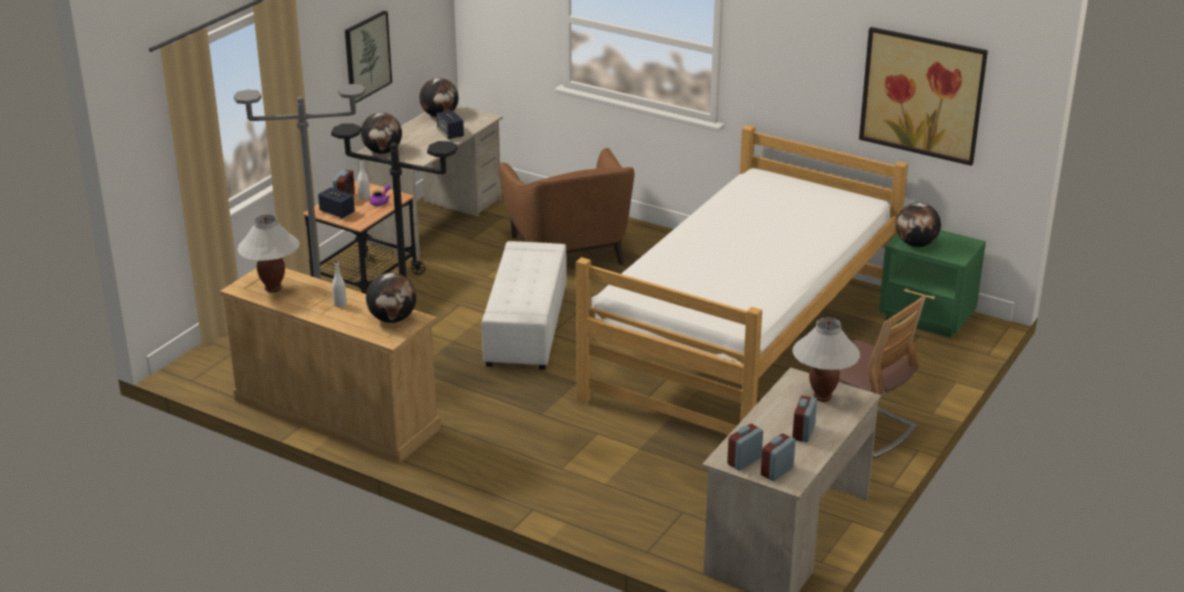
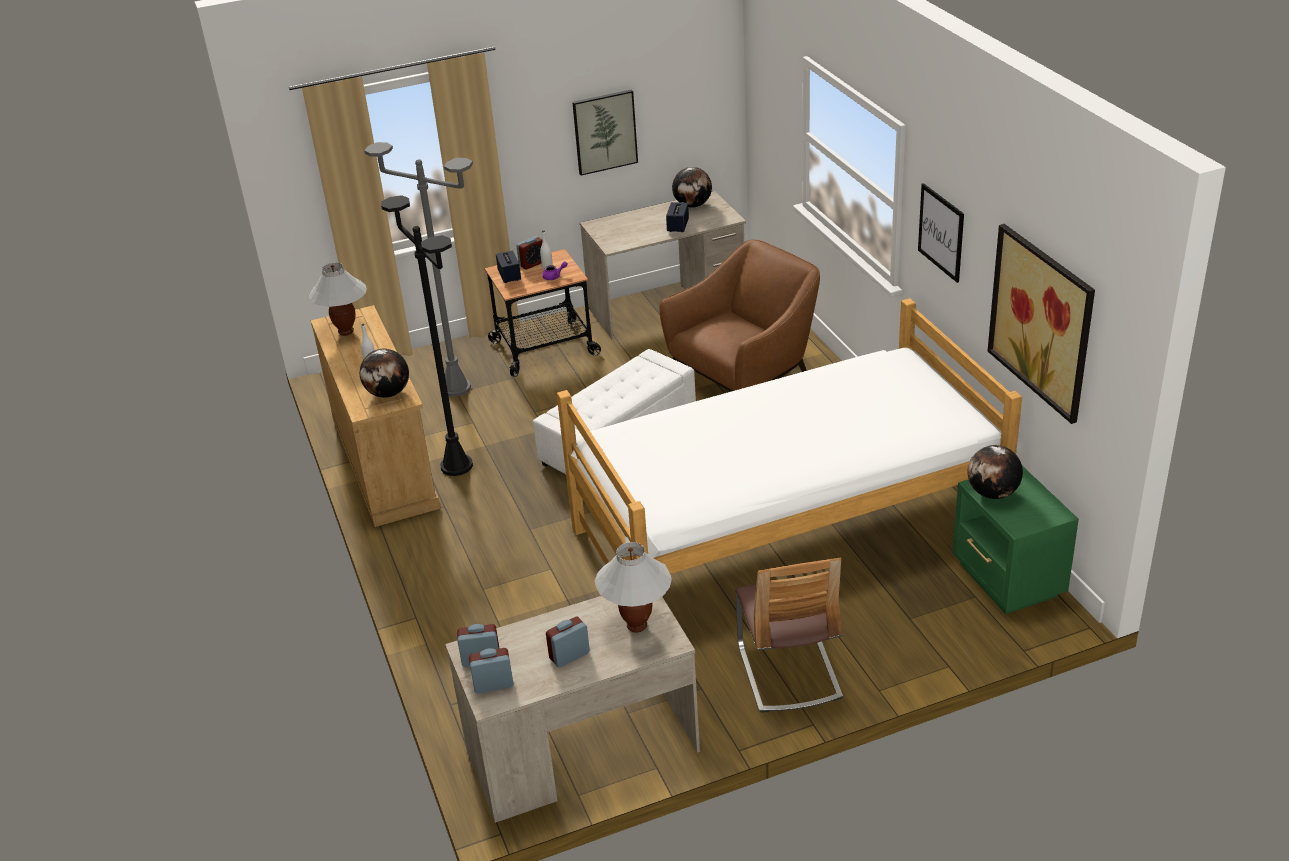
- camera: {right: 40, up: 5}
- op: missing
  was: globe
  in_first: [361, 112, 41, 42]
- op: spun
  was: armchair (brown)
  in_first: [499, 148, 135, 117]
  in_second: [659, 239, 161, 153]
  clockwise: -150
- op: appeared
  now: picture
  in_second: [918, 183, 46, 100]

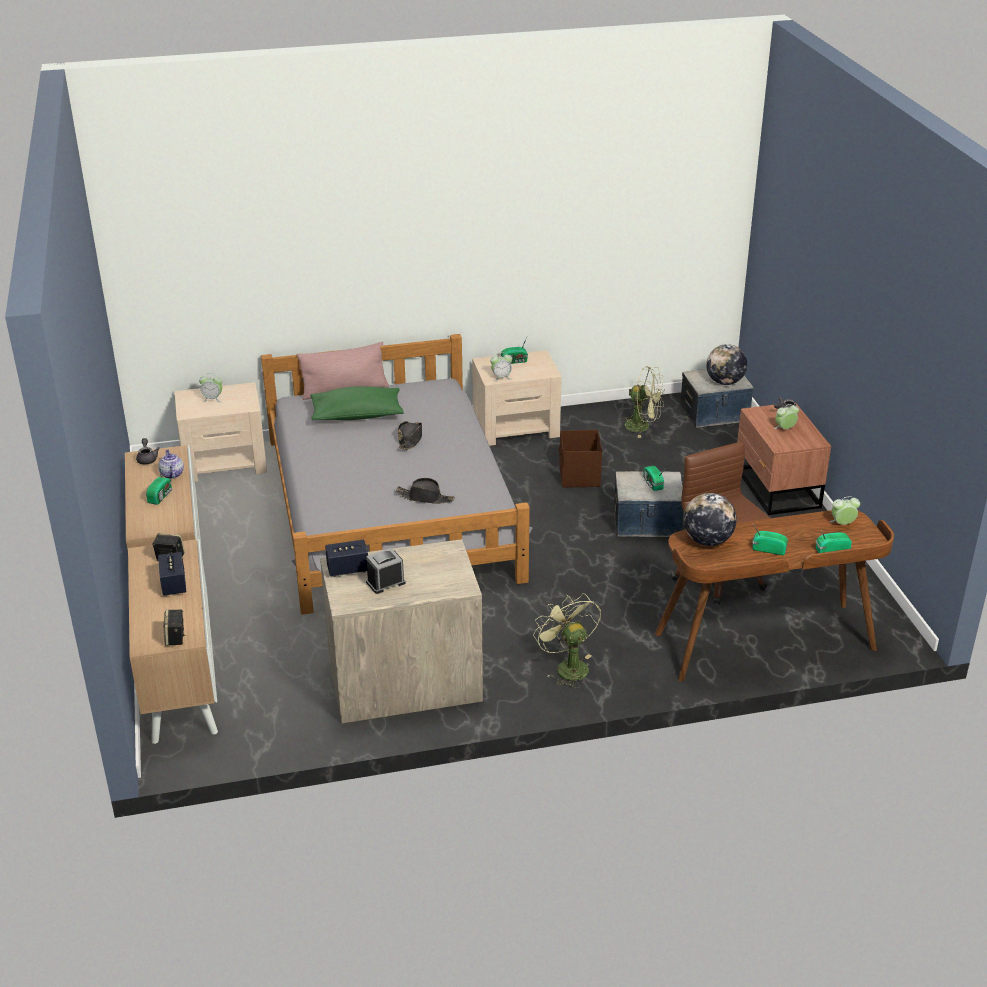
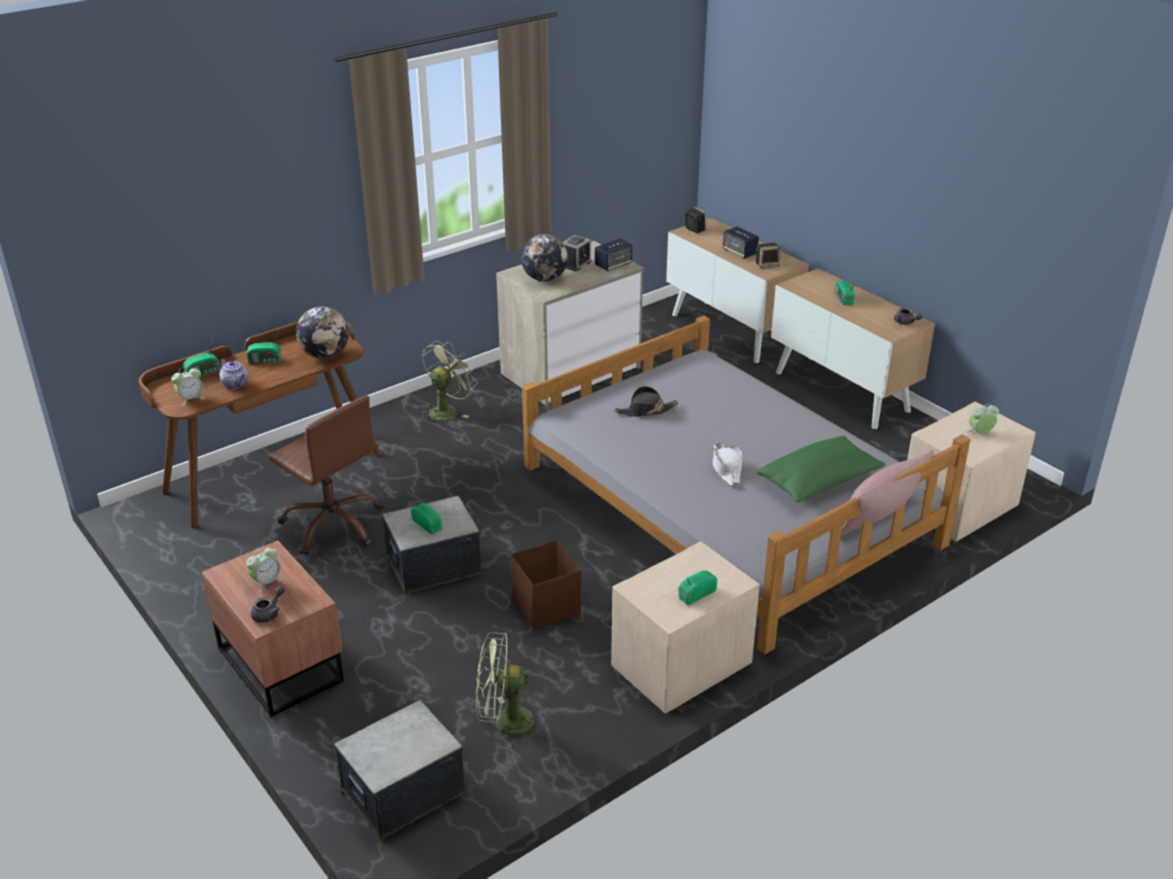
- camera: {right: 155, up: 0}
- op: relocated
  was: globe
  in_first: [706, 344, 41, 41]
  in_second: [521, 234, 47, 48]
- op: missing
  was: alarm clock
  in_first: [490, 352, 22, 29]
- op: colour
  was: hat (black)
  now: hat (white)
  in_first: [398, 421, 24, 29]
  in_second: [713, 443, 29, 43]
- op: relocated
  was: teapot
  in_first: [158, 450, 26, 29]
  in_second: [220, 359, 28, 30]
- op: spun
  was: fan (green)
  in_first: [533, 593, 68, 95]
  in_second: [420, 341, 58, 80]
  clockwise: -90

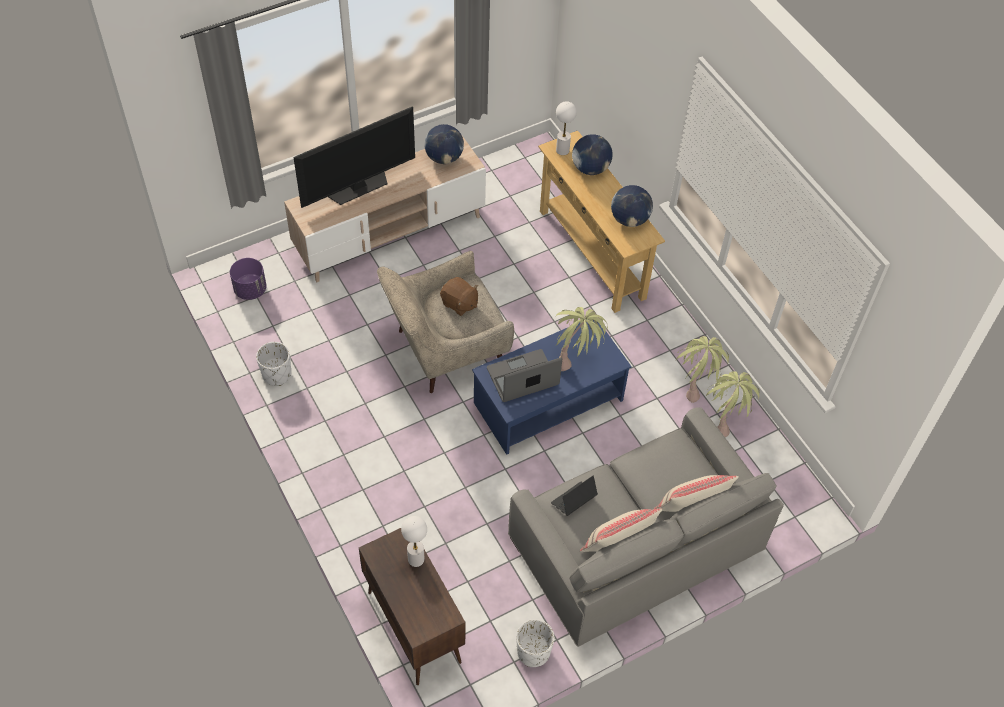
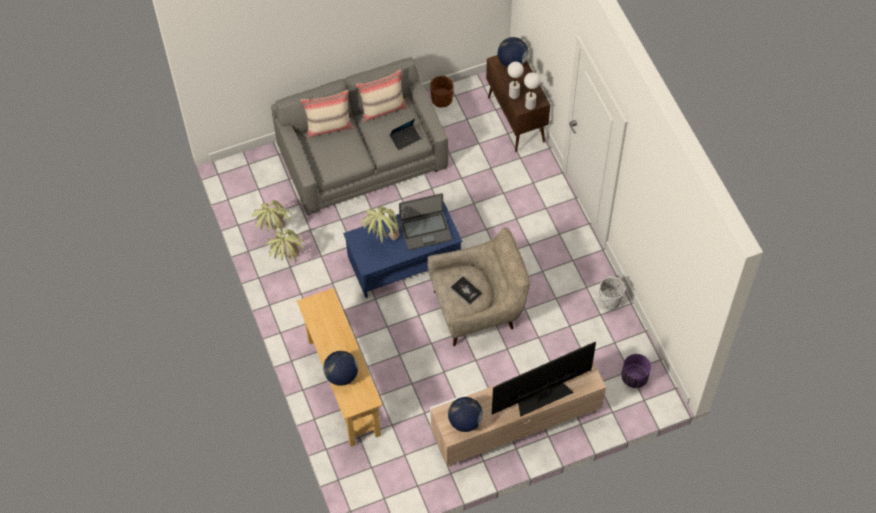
- camera: {right: -170, up: 5}
- op: relocated
  was: table lamp (white)
  in_first: [556, 101, 21, 54]
  in_second: [524, 72, 16, 38]
- op: relocated
  was: globe
  in_first: [611, 185, 42, 42]
  in_second: [498, 37, 30, 30]
- op: exchanged
  was: plush toy (brown)
  now: book
  in_first: [440, 277, 38, 39]
  in_second: [450, 276, 32, 29]
- op: colour
  was: planter (white)
  now: planter (brown)
  in_first: [516, 619, 39, 48]
  in_second: [430, 76, 24, 32]

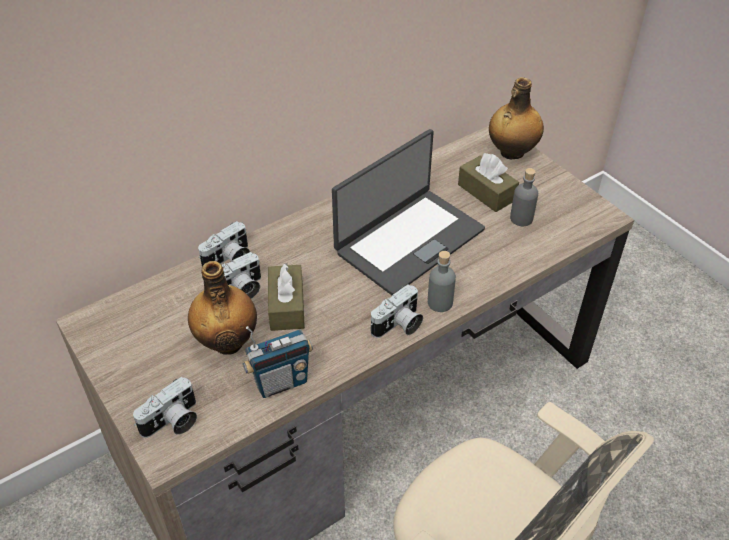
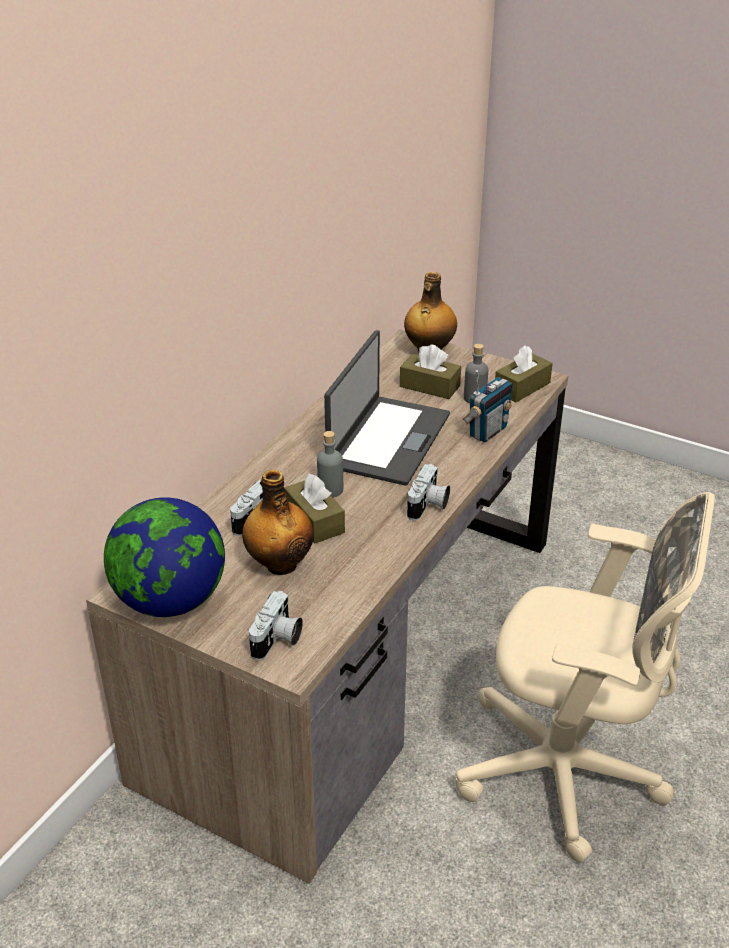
- camera: {right: -25, up: -10}
- op: missing
  was: photo camera
  in_first: [198, 221, 52, 45]
- op: relocated
  was: bottle (grey)
  in_first: [428, 251, 28, 61]
  in_second: [317, 431, 26, 66]
- op: relocated
  was: radio
  in_first: [243, 326, 70, 72]
  in_second: [463, 370, 50, 72]
- op: appeared
  now: tissue box (brown)
  in_second: [495, 345, 58, 57]
- op: appeared
  now: globe
  in_second: [104, 497, 121, 120]

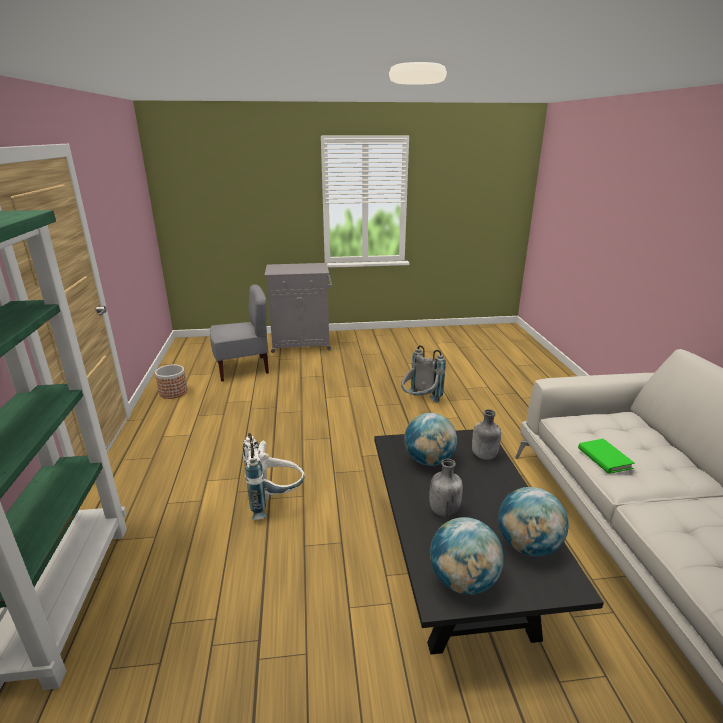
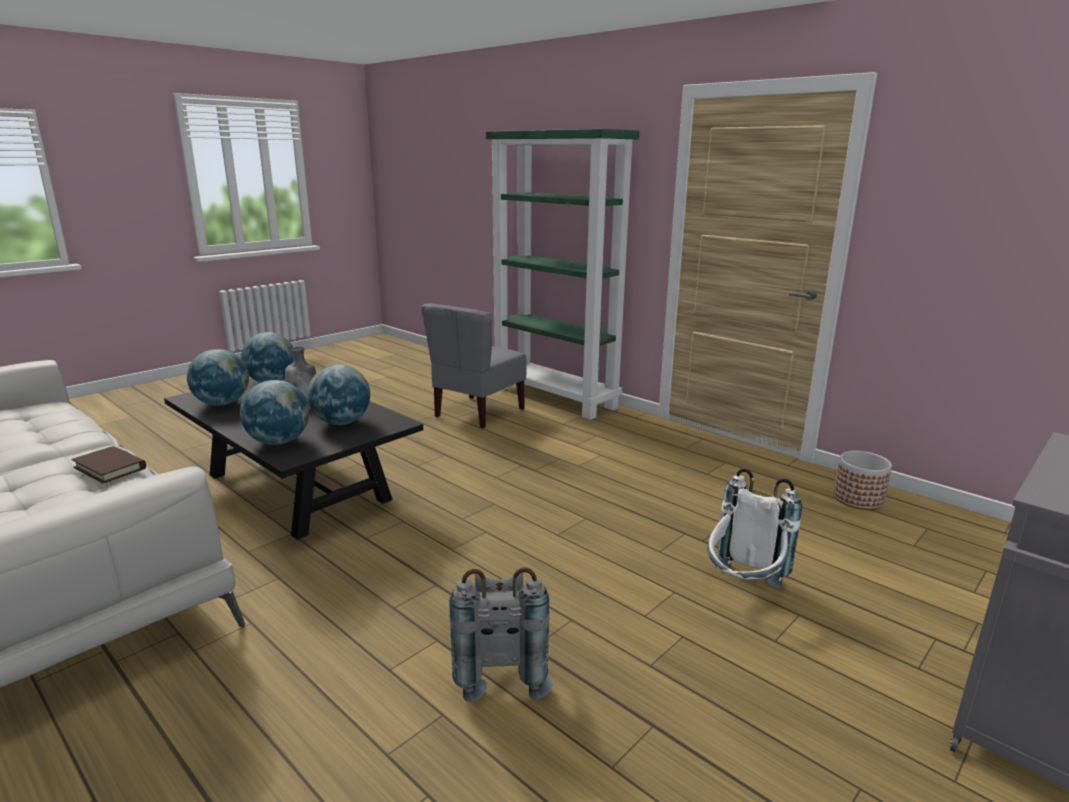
- camera: {right: 140, up: -5}
- op: relocated
  was: chair (grey)
  in_first: [210, 285, 59, 97]
  in_second: [421, 304, 106, 125]
- op: exchanged
  was: bottle (grey)
  now: globe
  in_first: [472, 409, 29, 51]
  in_second: [240, 380, 70, 65]
- op: relocated
  was: backpack (white)
  in_first: [243, 433, 62, 87]
  in_second: [708, 468, 94, 120]
- op: colour
  was: book (green)
  now: book (brown)
  in_first: [578, 439, 57, 35]
  in_second: [71, 446, 75, 38]

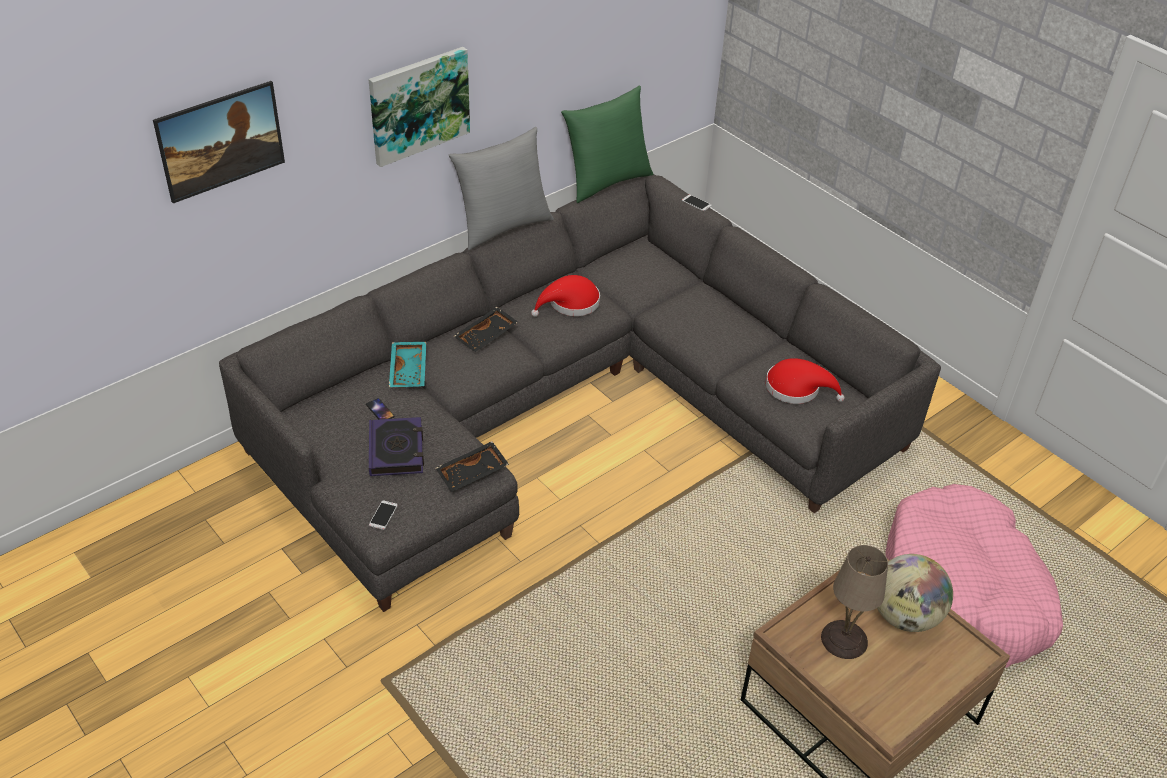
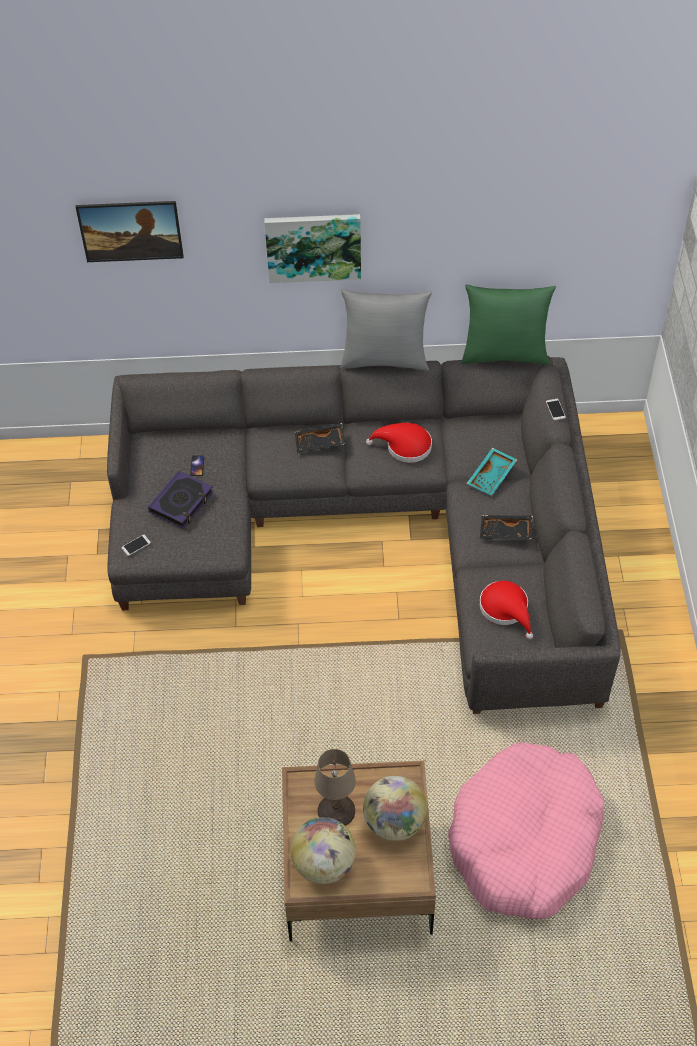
- camera: {right: 40, up: 10}
- op: relocated
  was: tray (turquoise)
  in_first: [389, 342, 37, 46]
  in_second: [467, 448, 50, 48]
- op: relocated
  was: tray (black)
  in_first: [435, 441, 74, 51]
  in_second: [480, 515, 53, 24]
- op: appeared
  now: globe
  in_second: [291, 817, 65, 67]

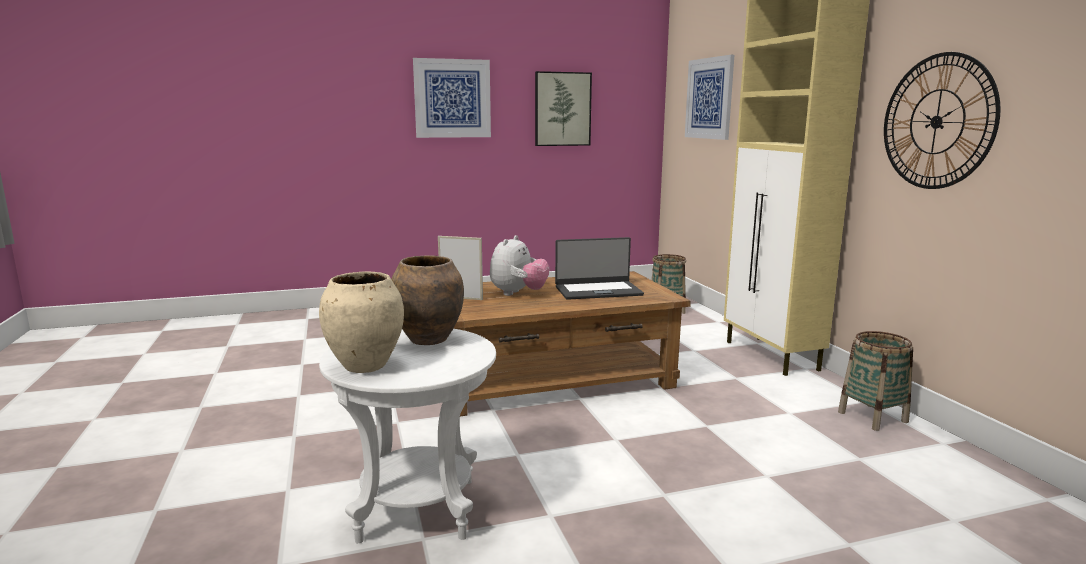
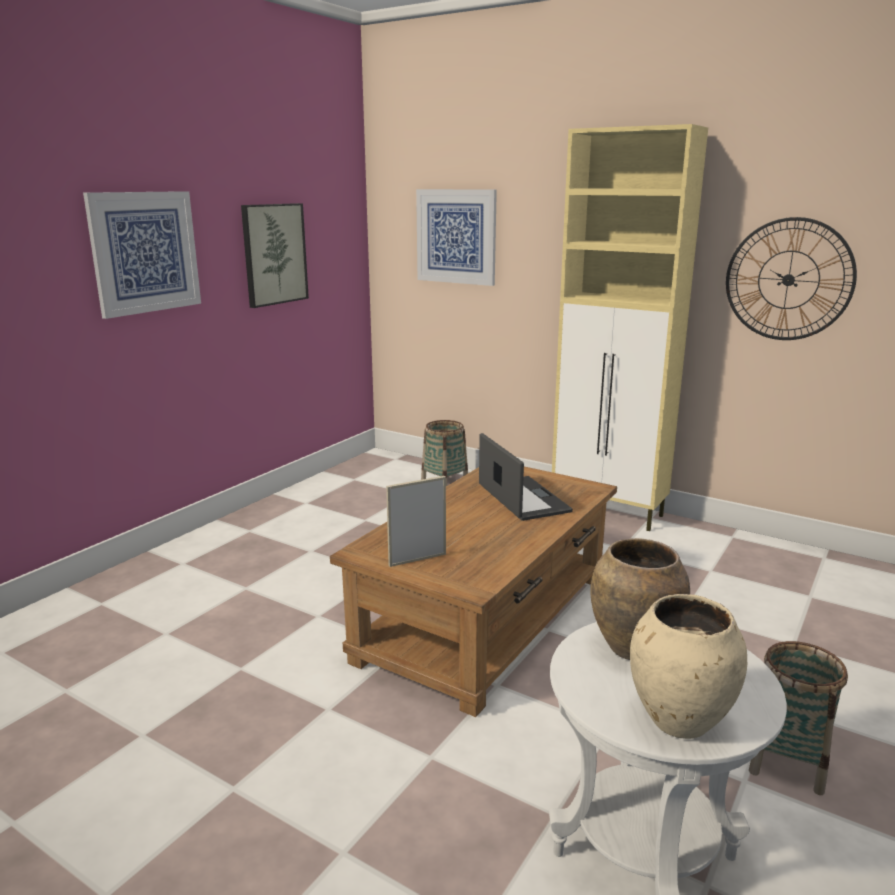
- camera: {right: -40, up: 5}
- op: missing
  was: plush toy
  in_first: [490, 235, 60, 61]
- op: spun
  was: laptop
  in_first: [555, 237, 89, 63]
  in_second: [479, 433, 94, 88]
  clockwise: -60
- op: relocated
  was: basket
  in_first: [838, 331, 75, 100]
  in_second: [749, 641, 99, 154]

